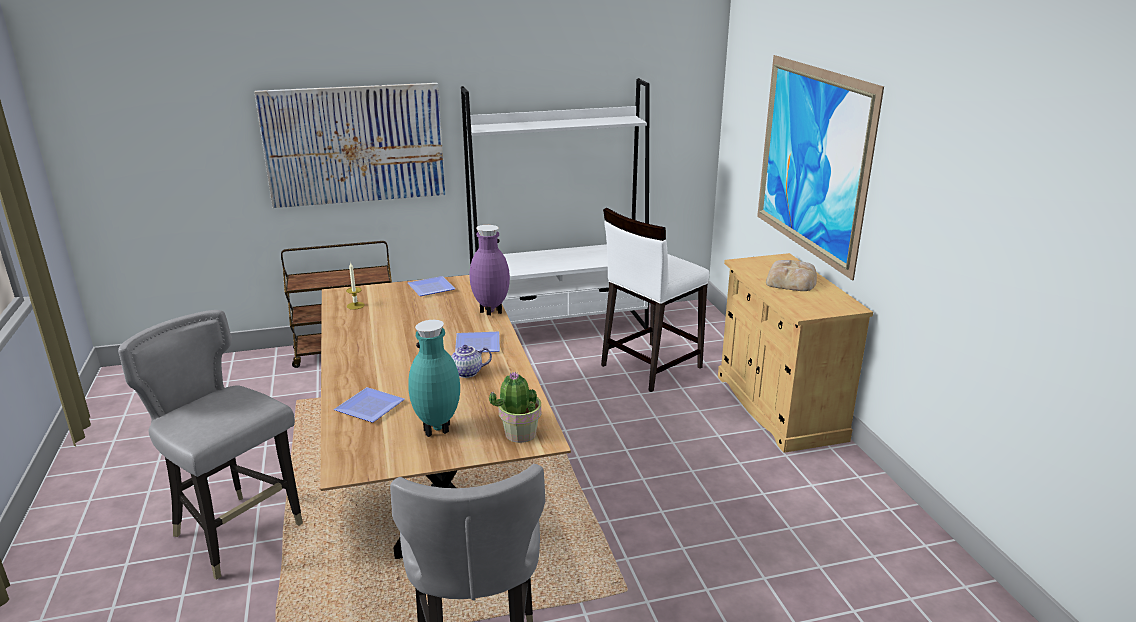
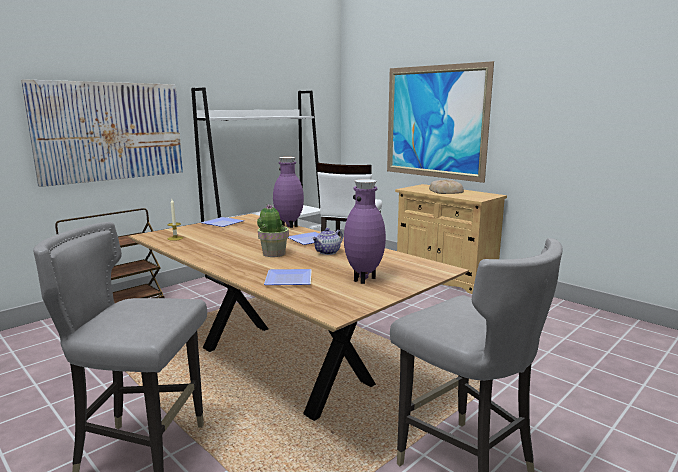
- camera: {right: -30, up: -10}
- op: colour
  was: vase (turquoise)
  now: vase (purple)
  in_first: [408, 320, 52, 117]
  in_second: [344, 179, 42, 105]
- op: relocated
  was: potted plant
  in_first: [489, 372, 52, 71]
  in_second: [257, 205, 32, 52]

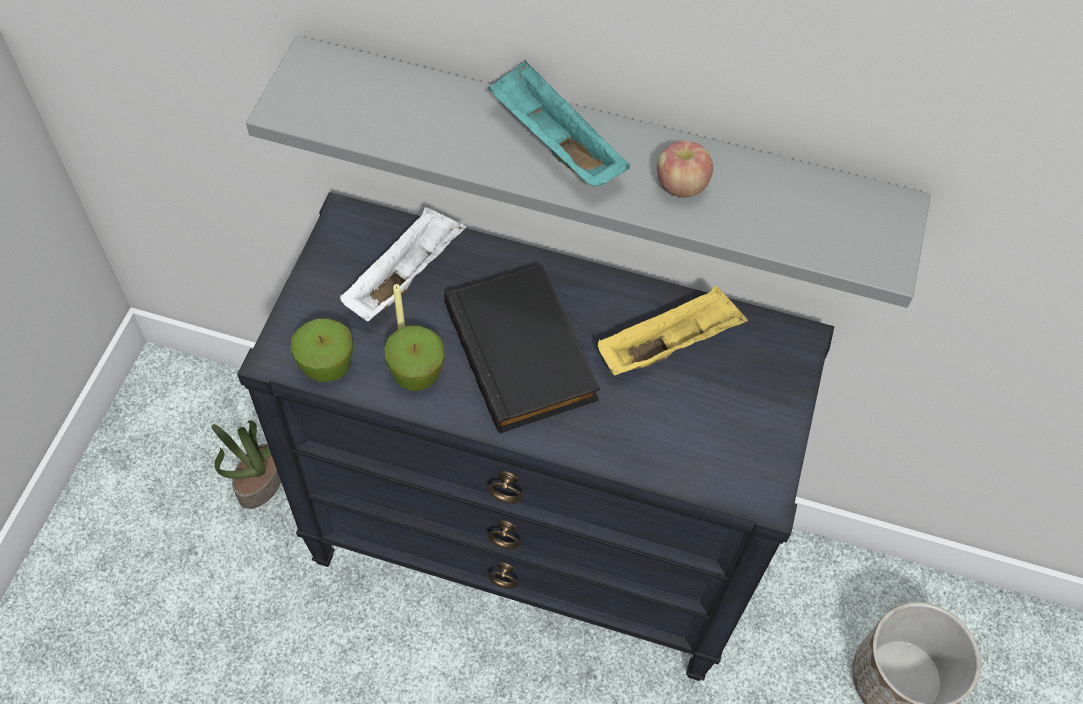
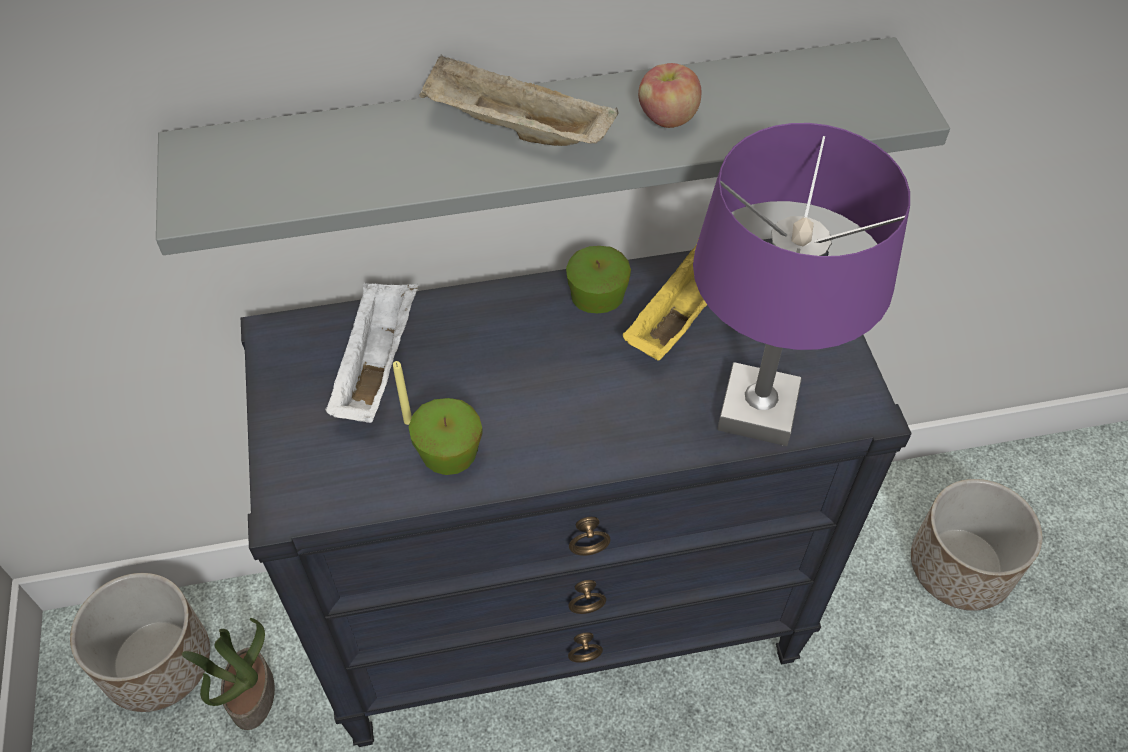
- camera: {right: -25, up: -5}
- op: colour
  was: tray (turquoise)
  now: tray (beige)
  in_first: [488, 59, 143, 128]
  in_second: [419, 54, 199, 92]
- op: missing
  was: book (black)
  in_first: [444, 264, 156, 169]
- op: relocated
  was: apple
  in_first: [291, 318, 62, 64]
  in_second: [566, 246, 65, 67]
- op: appeared
  now: table lamp (purple)
  in_second: [693, 123, 217, 323]
- op: appeared
  now: planter
  in_second: [70, 573, 140, 139]

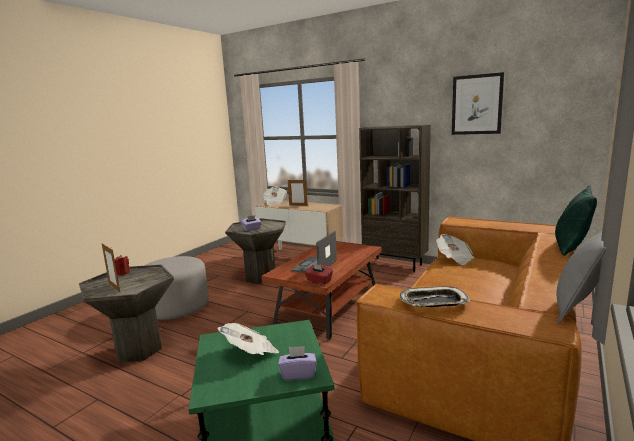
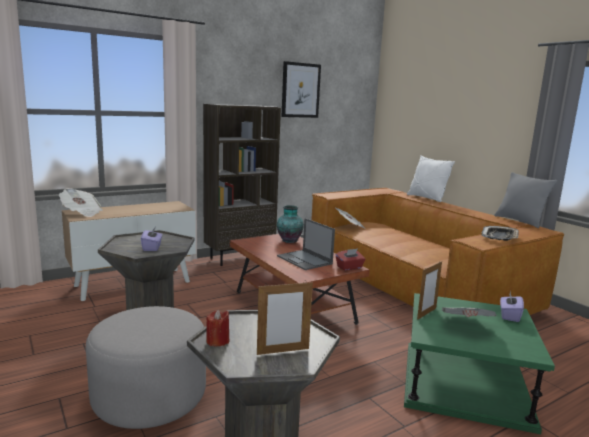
- camera: {right: -65, up: 0}
- op: relocated
  was: picture frame
  in_first: [288, 180, 20, 26]
  in_second: [417, 261, 25, 59]
- op: colour
  was: pillow (green)
  now: pillow (white)
  in_first: [555, 185, 42, 71]
  in_second: [407, 155, 48, 47]
- op: appeared
  now: vase
  in_second: [277, 205, 27, 38]

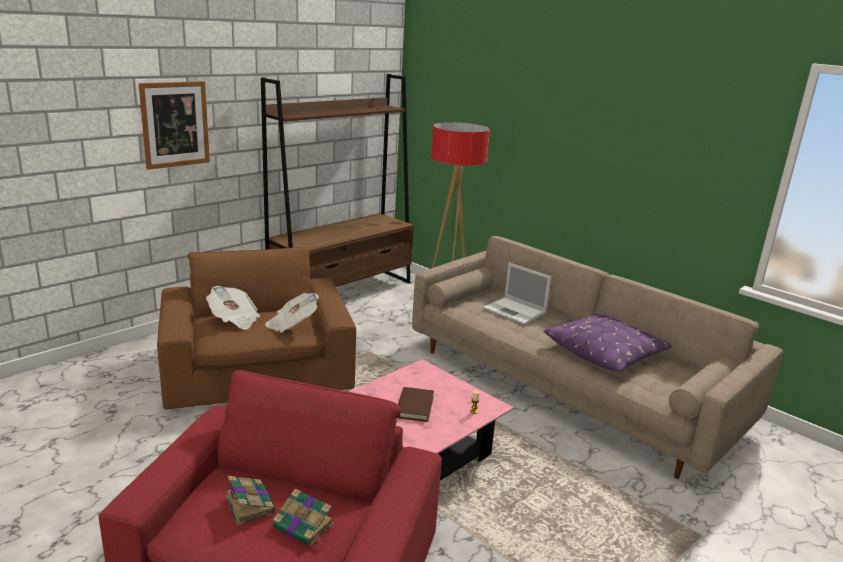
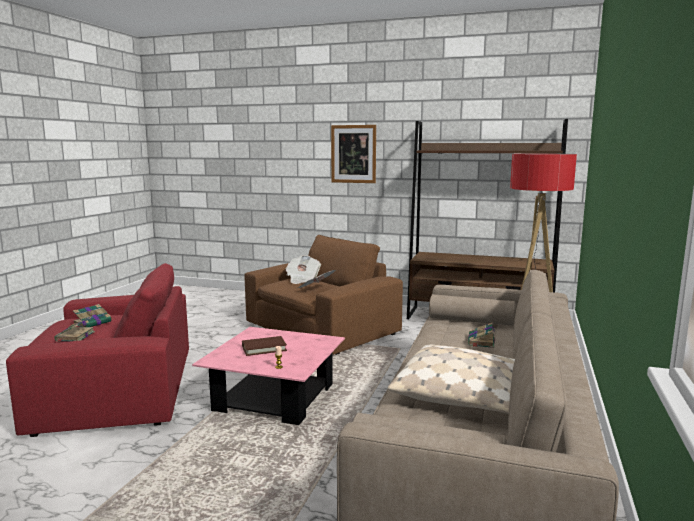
- camera: {right: 65, up: -10}
- op: exchanged
  was: laptop
  now: book
  in_first: [483, 263, 69, 62]
  in_second: [468, 322, 27, 26]
- op: colour
  was: pillow (purple)
  now: pillow (beige)
  in_first: [544, 313, 128, 58]
  in_second: [387, 345, 128, 68]

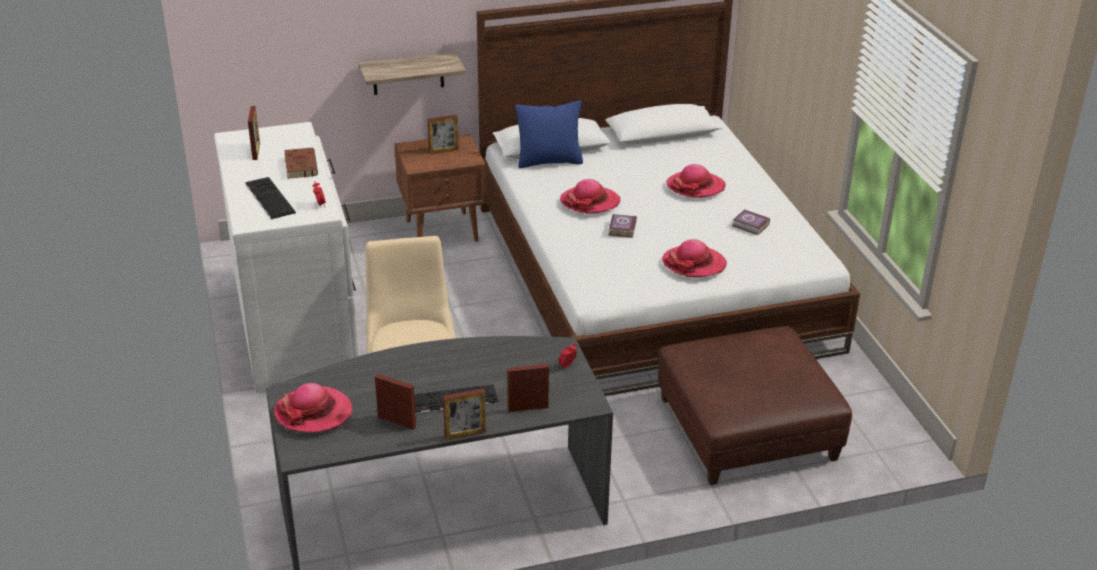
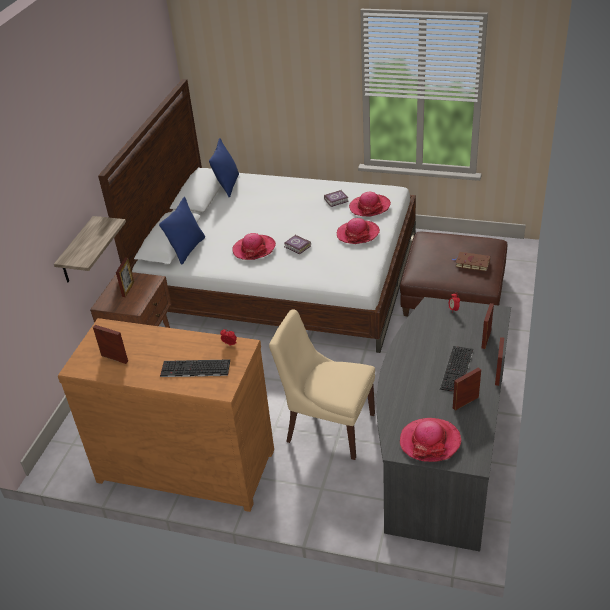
- camera: {right: -55, up: 5}
- op: colour
  was: dresser (white)
  now: dresser (brown)
  in_first: [214, 122, 145, 271]
  in_second: [58, 318, 216, 194]
- op: relocated
  was: book (brown)
  in_first: [284, 148, 34, 31]
  in_second: [452, 252, 38, 19]
- op: relocated
  was: hat
  in_first: [666, 164, 60, 34]
  in_second: [349, 192, 42, 24]
- op: appeared
  now: pillow (blue)
  in_second: [209, 138, 30, 59]

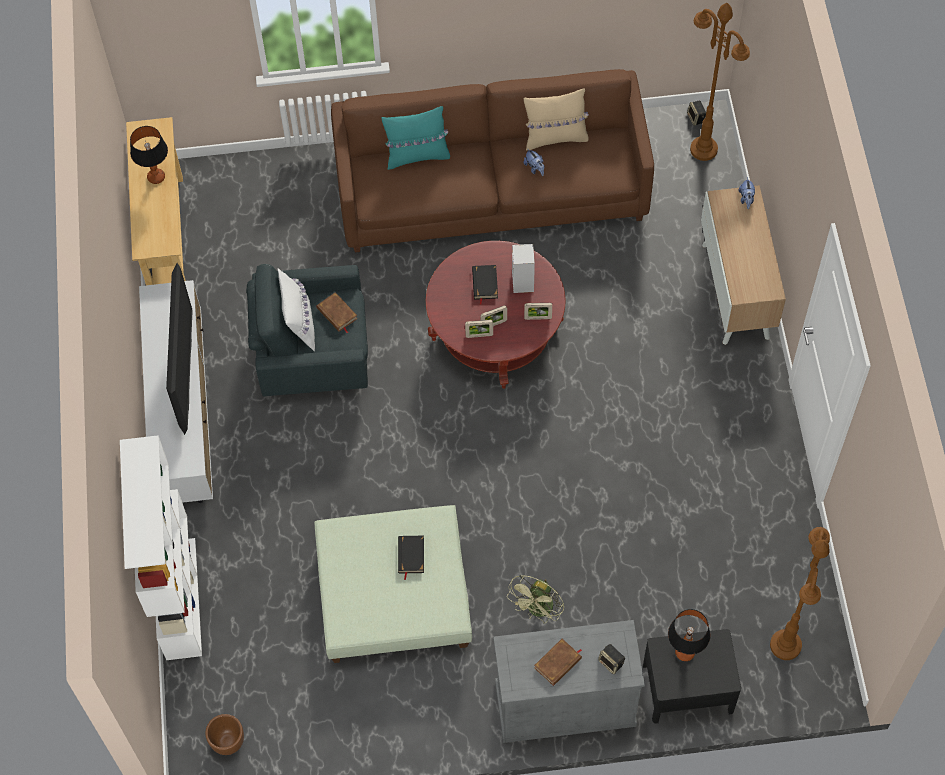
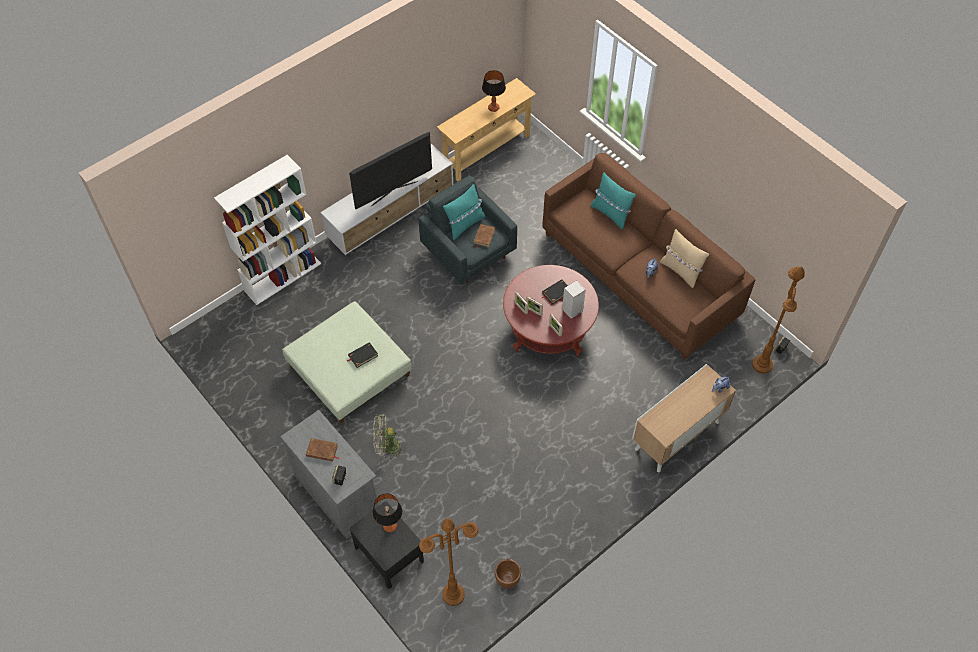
- camera: {right: 55, up: -5}
- op: colour
  was: pillow (white)
  now: pillow (turquoise)
  in_first: [278, 268, 37, 84]
  in_second: [443, 184, 42, 56]
- op: relocated
  was: planter (brown)
  in_first: [205, 714, 39, 41]
  in_second: [495, 559, 26, 30]

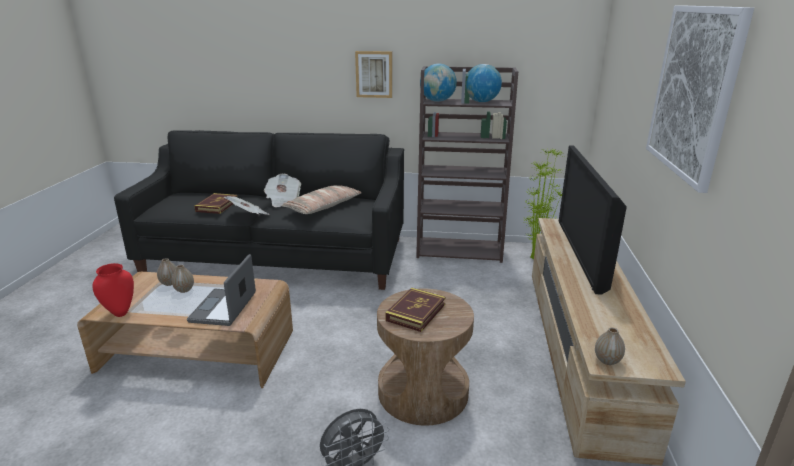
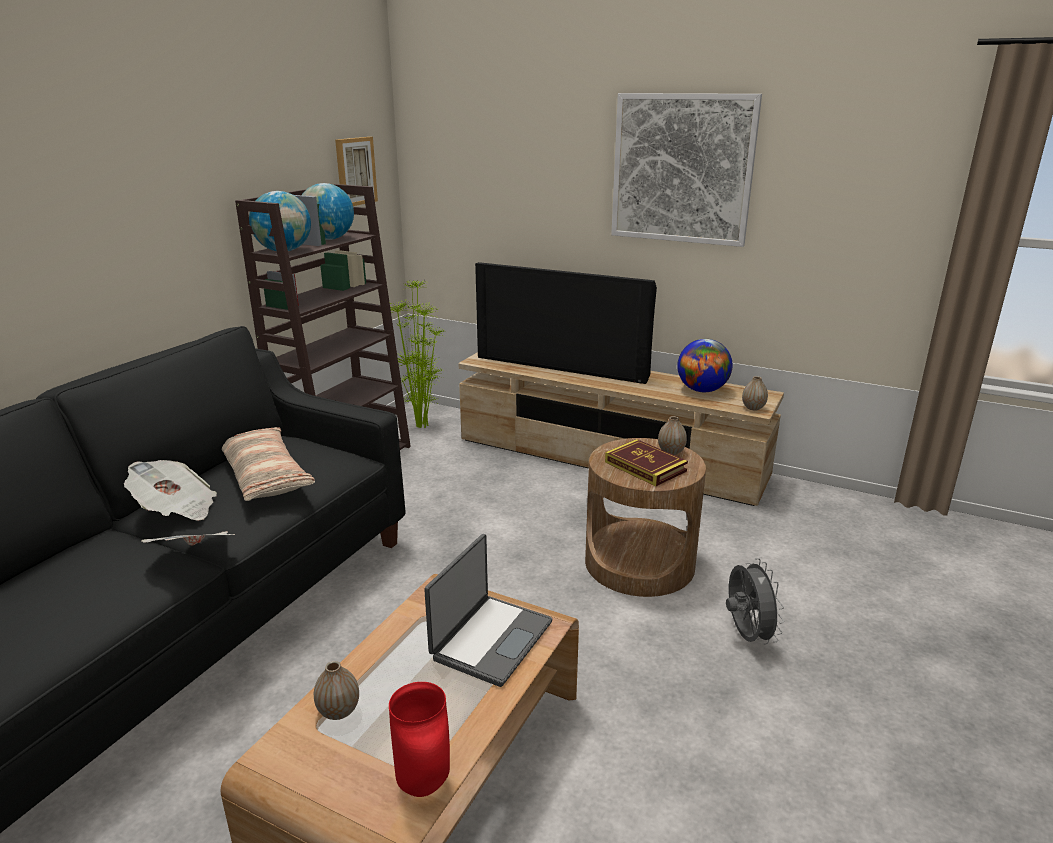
- camera: {right: -70, up: 0}
- op: relocated
  was: picture
  in_first: [355, 51, 37, 47]
  in_second: [335, 137, 43, 69]
- op: missing
  was: book
  in_first: [194, 193, 44, 21]
- op: spun
  was: laptop
  in_first: [187, 254, 69, 72]
  in_second: [424, 534, 128, 153]
  clockwise: -90
- op: relocated
  was: vase
  in_first: [172, 265, 22, 28]
  in_second: [658, 416, 29, 39]
- op: appeared
  now: globe
  in_second: [677, 339, 56, 53]

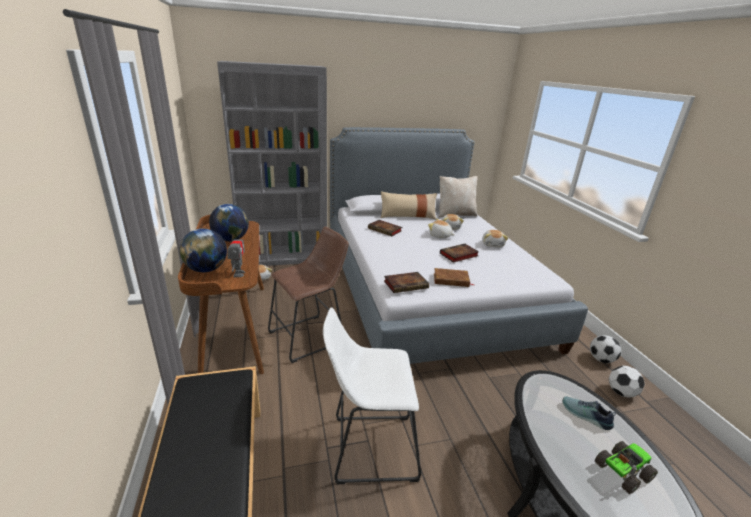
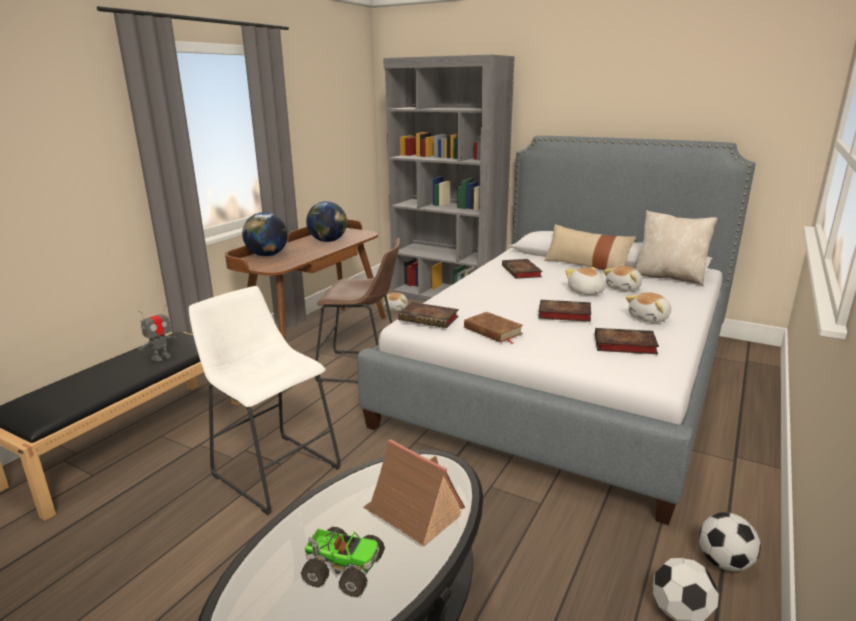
- camera: {right: 45, up: -5}
- op: relocated
  was: toy robot
  in_first: [227, 231, 18, 46]
  in_second: [138, 305, 40, 56]
- op: exchanged
  was: shoe
  now: toy house
  in_first: [562, 397, 54, 33]
  in_second: [363, 439, 102, 108]
- op: appeared
  now: book
  in_second: [595, 328, 64, 26]

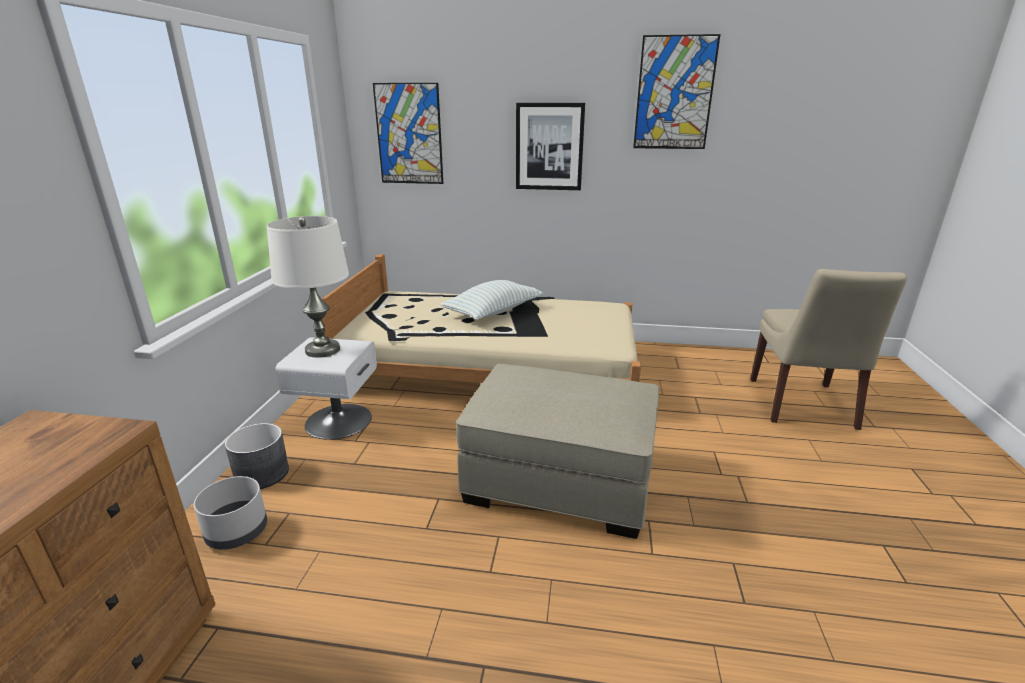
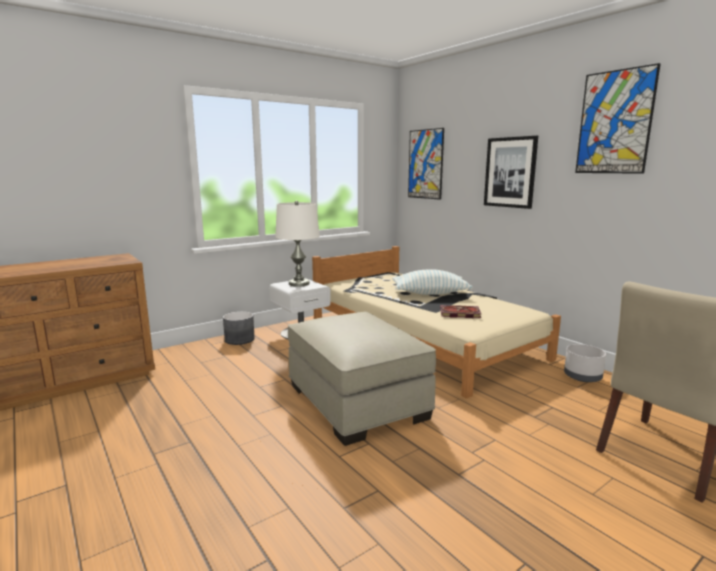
- camera: {right: 45, up: -10}
- op: relocated
  was: planter (grey)
  in_first: [194, 476, 73, 74]
  in_second: [564, 344, 42, 38]
- op: appeared
  now: book
  in_second: [440, 305, 41, 13]

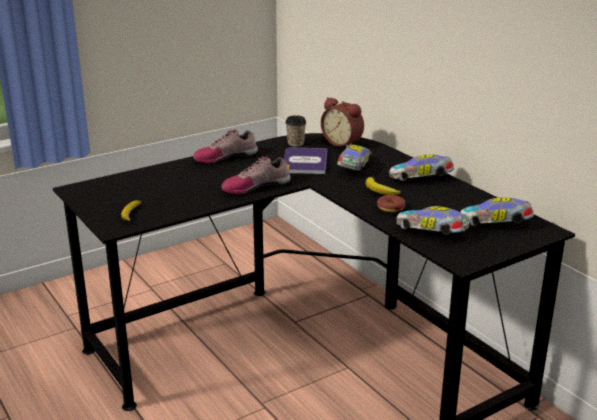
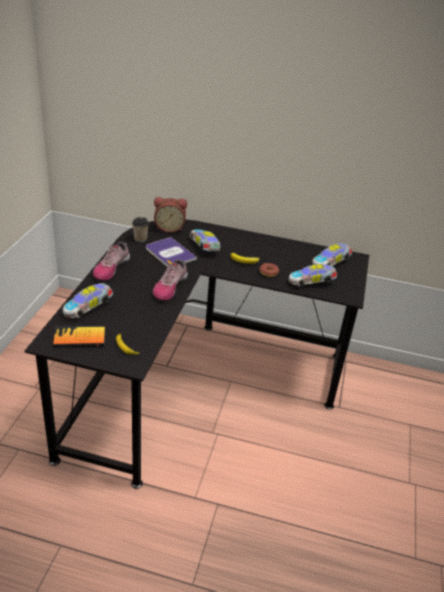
- camera: {right: -45, up: 10}
- op: relocated
  was: toy car
  in_first: [389, 154, 65, 27]
  in_second: [63, 283, 50, 35]
- op: appeared
  now: book
  in_second: [53, 325, 52, 23]

